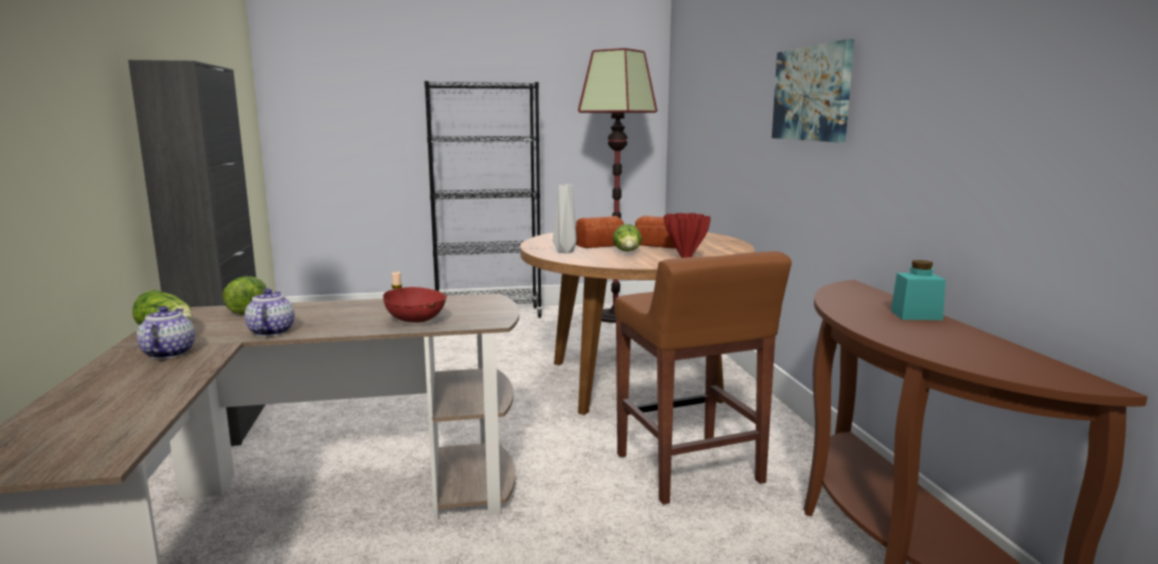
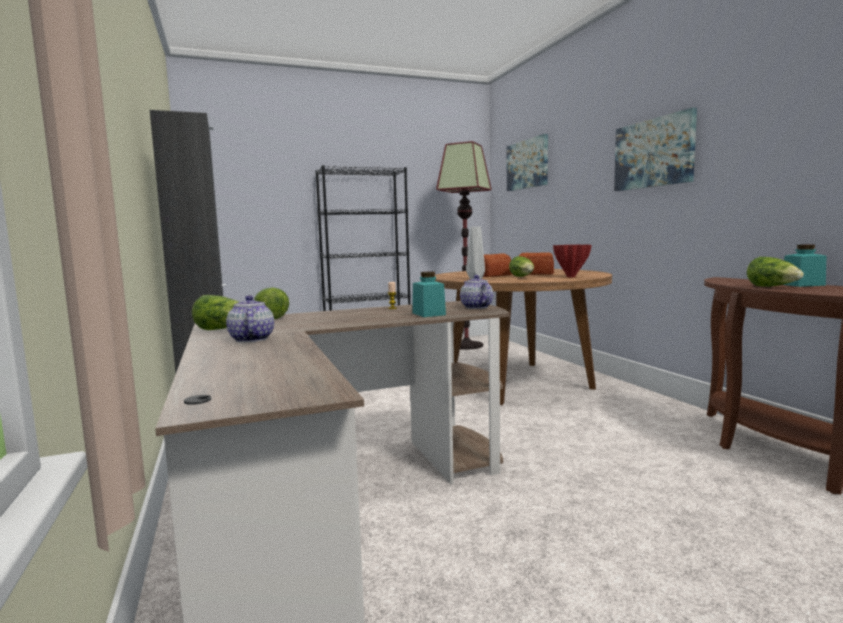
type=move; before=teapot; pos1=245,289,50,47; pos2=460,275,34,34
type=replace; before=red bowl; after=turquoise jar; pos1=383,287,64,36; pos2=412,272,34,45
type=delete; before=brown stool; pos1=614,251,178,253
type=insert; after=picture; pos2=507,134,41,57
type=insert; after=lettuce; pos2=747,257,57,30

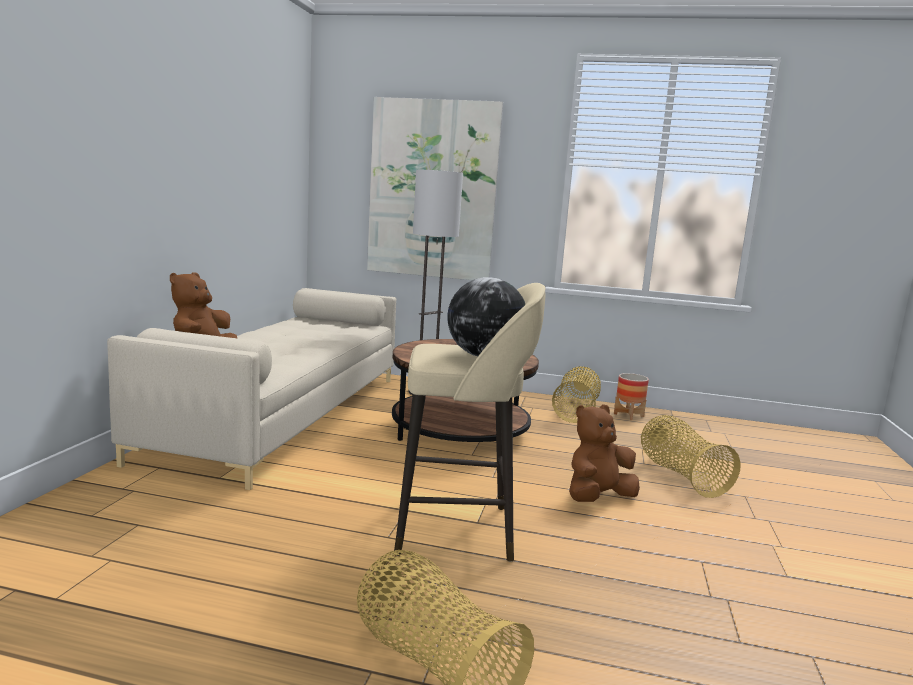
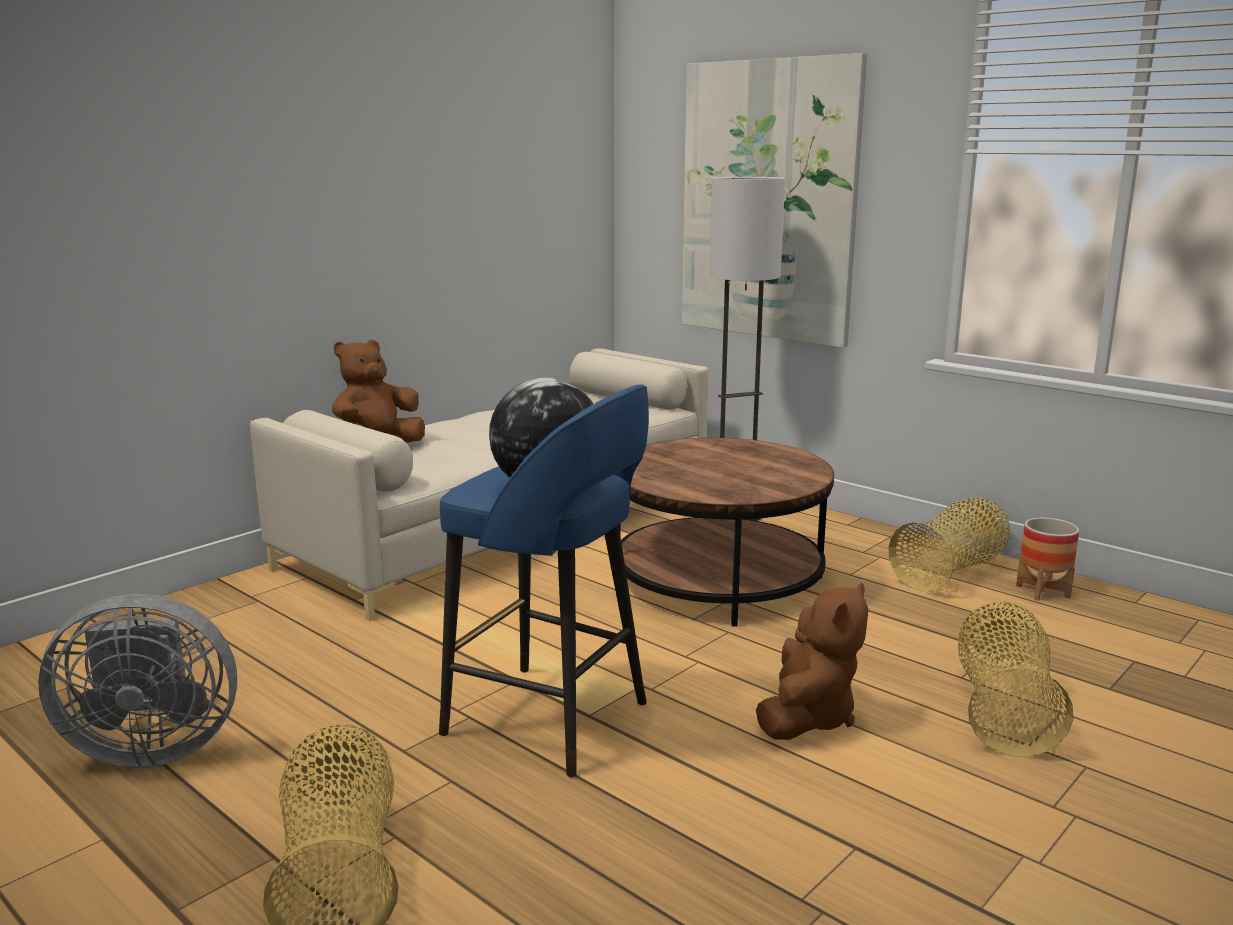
type=recolor; before=beige stool; after=blue stool; pos1=394,283,151,279; pos2=439,384,210,393
type=rotate; before=brown plush toy; pos1=569,404,71,98; pos2=756,583,112,157; turn=120
type=insert; after=grey fan; pos2=38,594,199,174

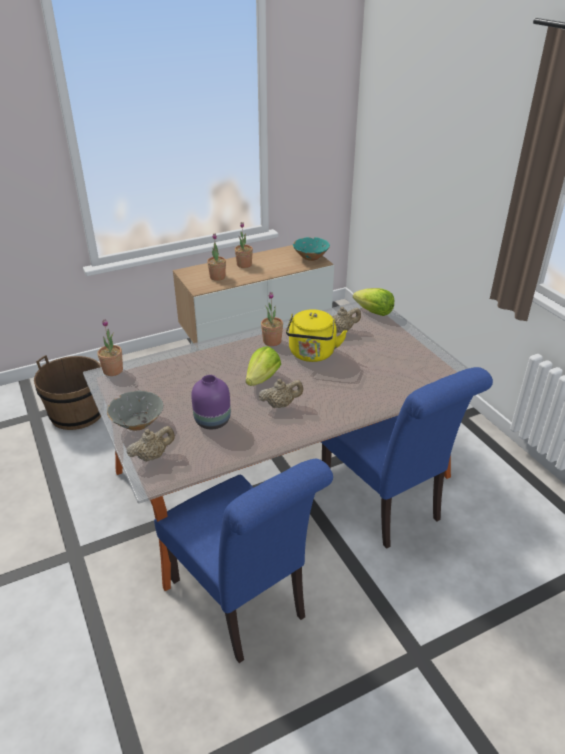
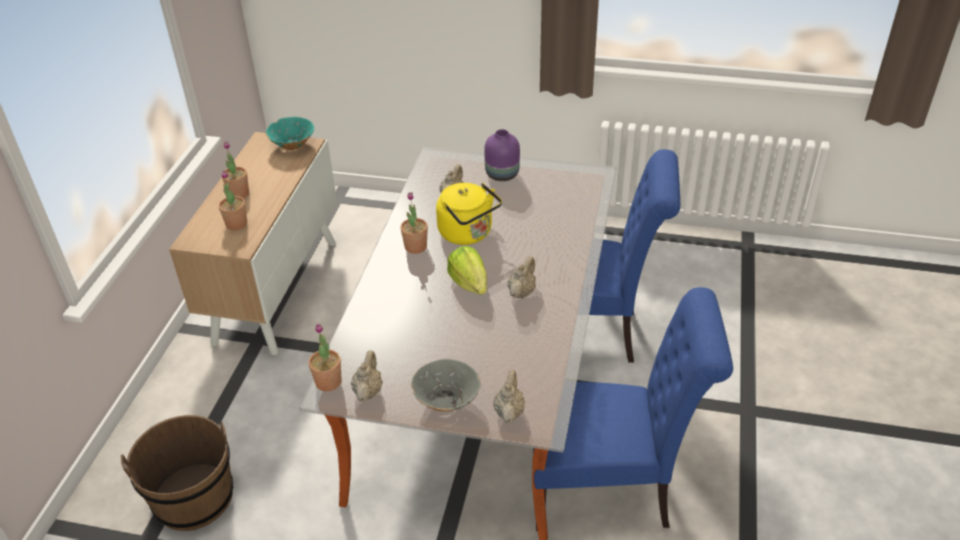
type=move; before=purple vase; pos1=191,375,40,54; pos2=484,129,36,52
type=delete; before=lettuce; pos1=353,288,42,28
type=insert; after=beige teapot; pos2=351,350,32,52

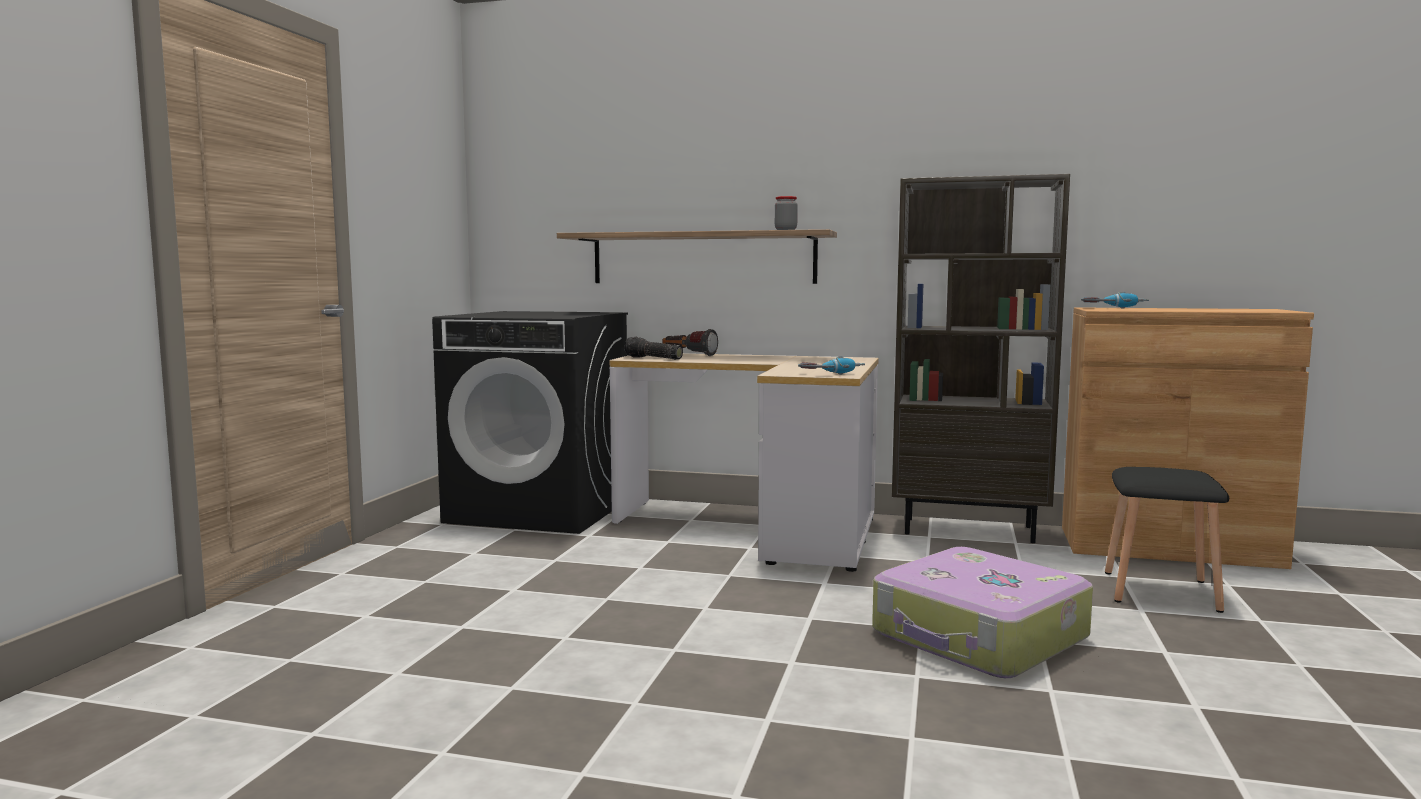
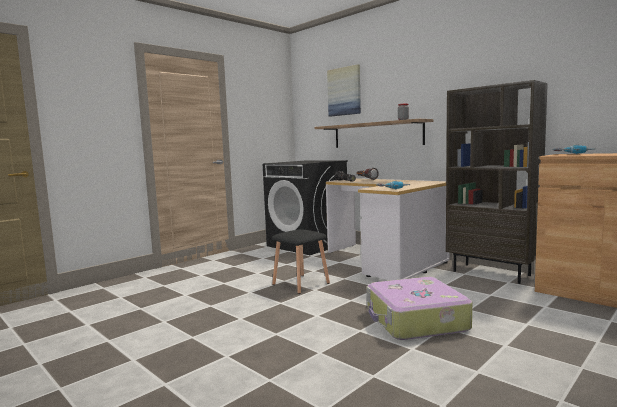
type=move; before=black stool; pos1=1105,467,124,146; pos2=272,229,58,65
type=insert; after=picture; pos2=327,64,34,53

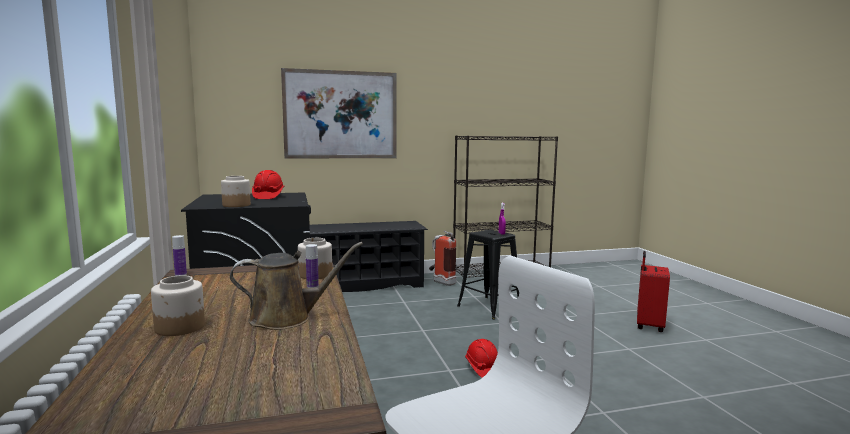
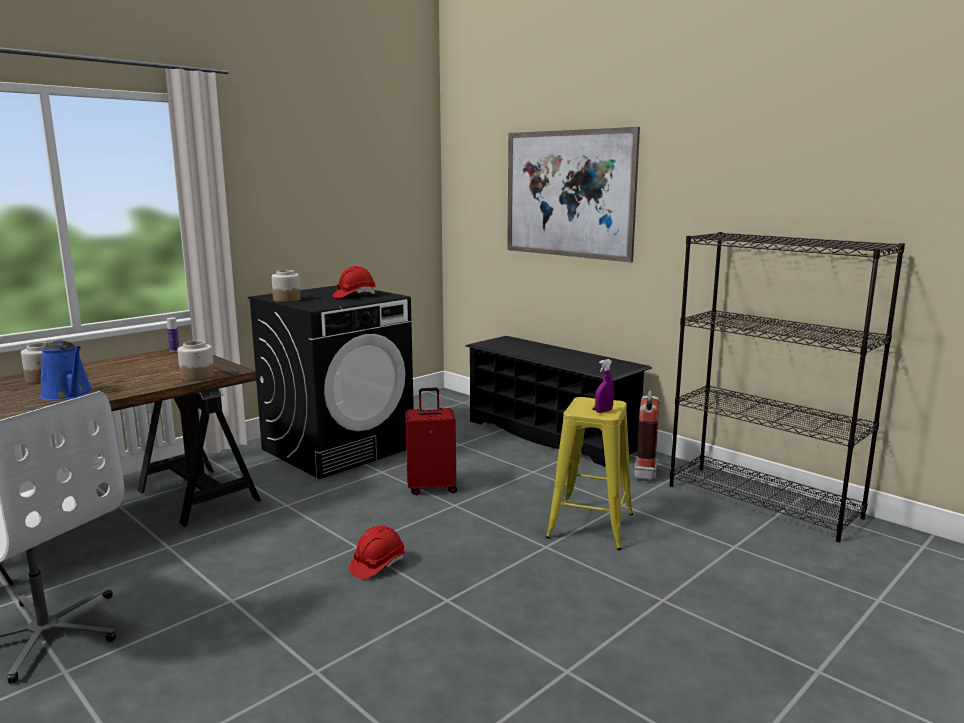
type=recolor; before=brown watering can; after=blue watering can; pos1=230,242,133,88; pos2=40,340,53,60
type=delete; before=bottle; pos1=306,244,13,44
type=recolor; before=black stool; after=yellow stool; pos1=457,230,62,90; pos2=546,397,87,153
type=move; before=red suitcase; pos1=637,251,33,81; pos2=405,388,52,107

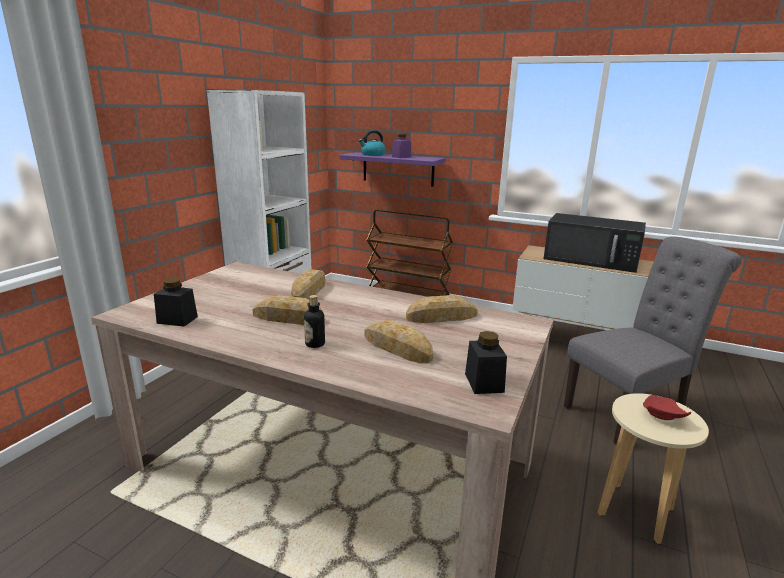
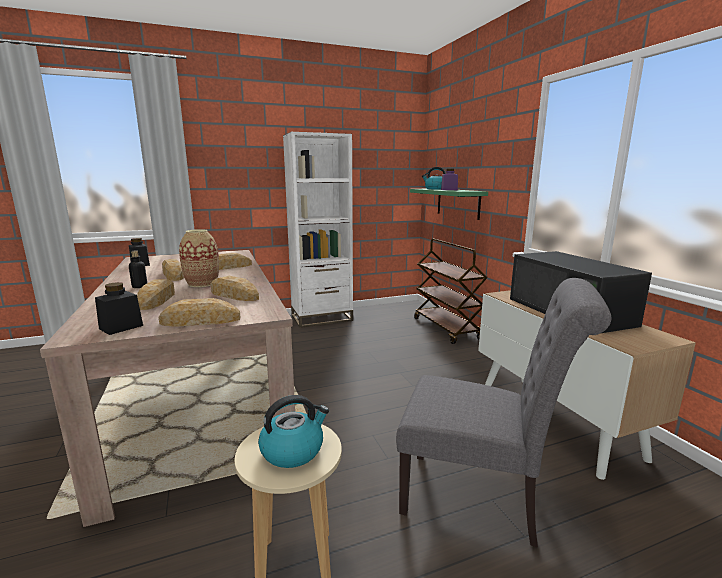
type=recolor; before=purple shelf; after=green shelf; pos1=339,152,106,35; pos2=410,189,78,31
type=replace; before=red plate; after=kettle; pos1=643,395,48,25; pos2=258,395,71,73
type=insert; after=bread; pos2=159,298,82,29
type=insert; after=vase; pos2=179,229,40,58

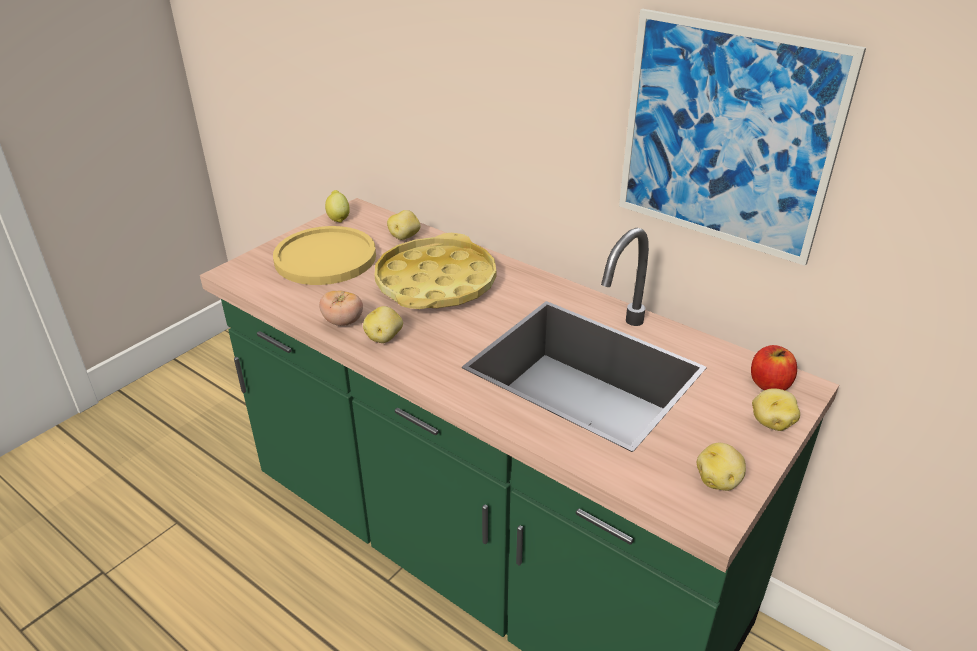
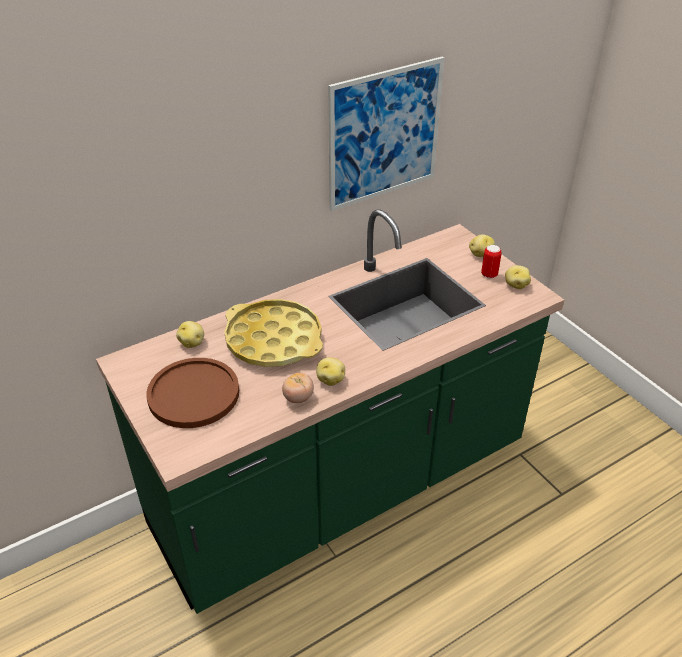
type=recolor; before=yellow plate; after=brown plate; pos1=273,226,103,59; pos2=146,358,93,70
type=delete; before=lemon; pos1=325,190,25,33
type=delete; before=apple; pos1=751,345,46,45
type=insert; after=can; pos2=481,245,21,33

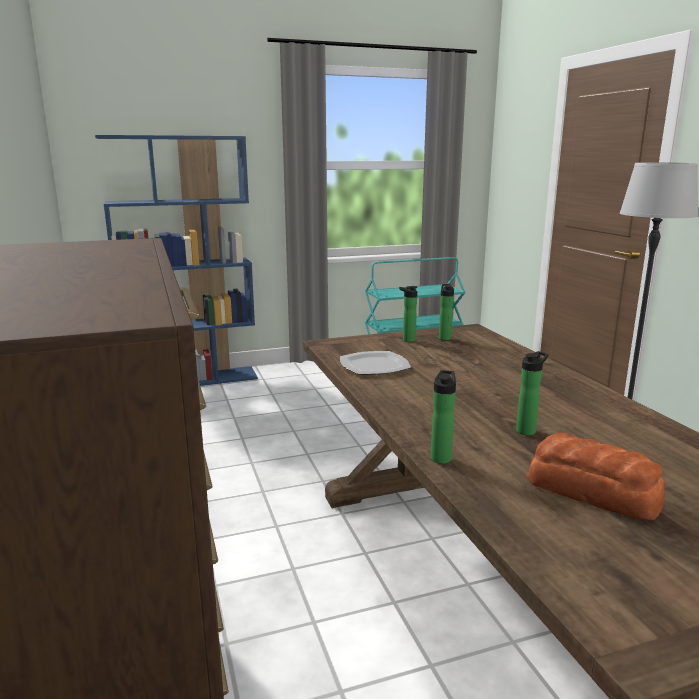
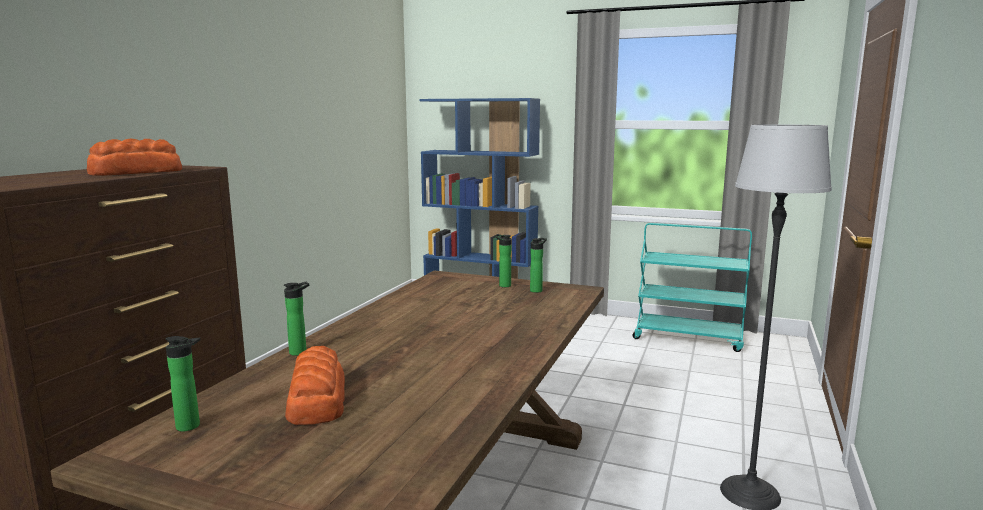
type=delete; before=plate; pos1=340,351,71,24
type=move; before=bottle; pos1=516,351,33,84; pos2=165,336,35,95
type=insert; after=bread; pos2=87,138,95,38

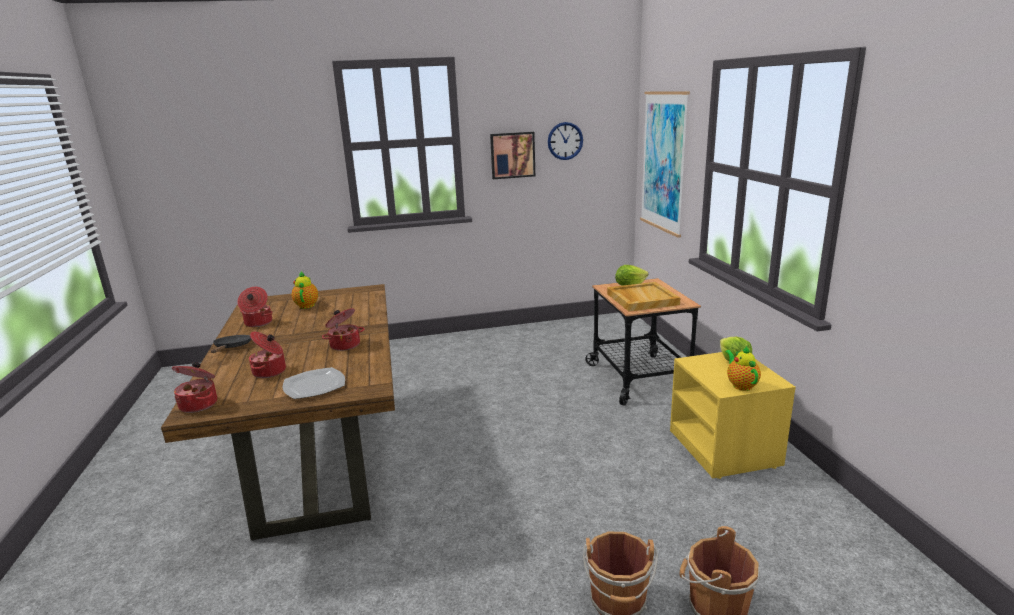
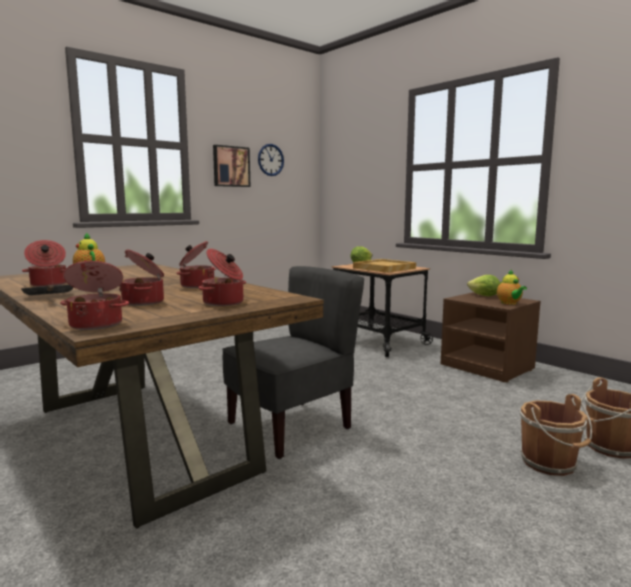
type=replace; before=plate; after=cooking pot; pos1=283,367,62,32; pos2=198,249,48,57
type=delete; before=picture; pos1=640,91,50,147
type=recolor; before=yellow nightstand; after=brown nightstand; pos1=670,352,126,127; pos2=441,292,100,90
type=rotate; before=teapot; pos1=725,346,36,45; pos2=497,269,30,36; turn=-150
type=insert; after=grey chair; pos2=222,266,142,193

